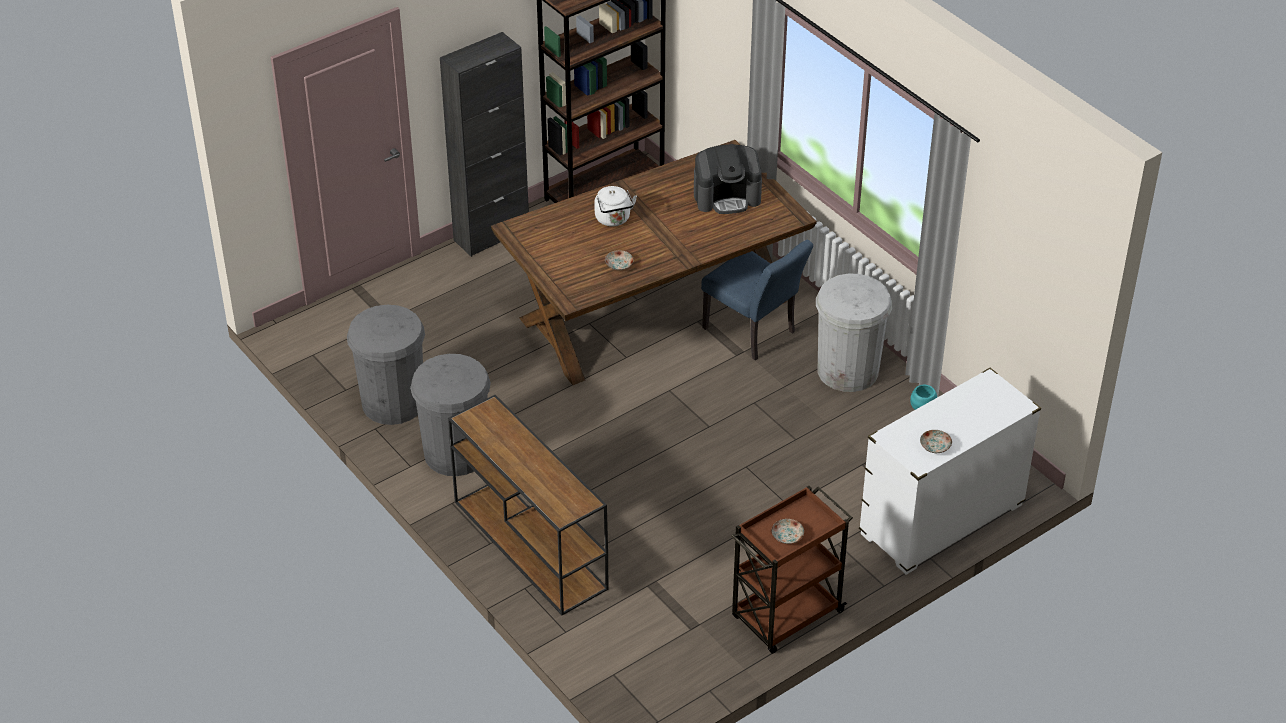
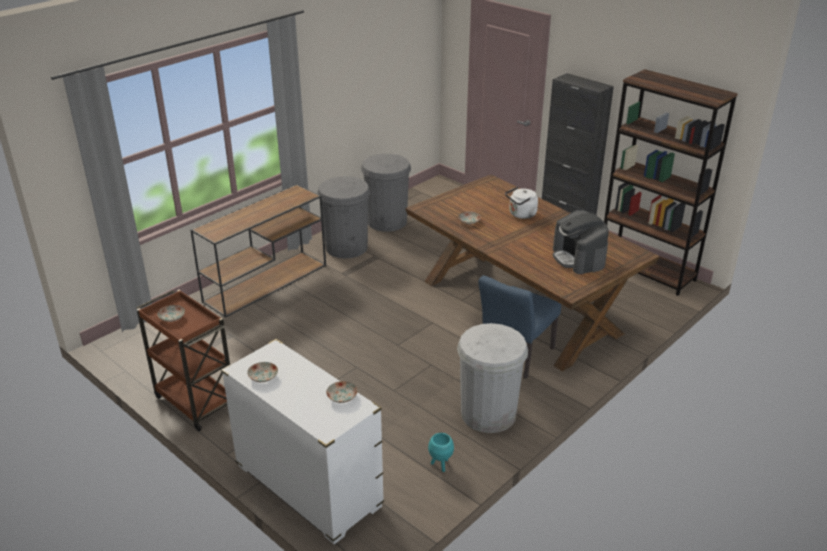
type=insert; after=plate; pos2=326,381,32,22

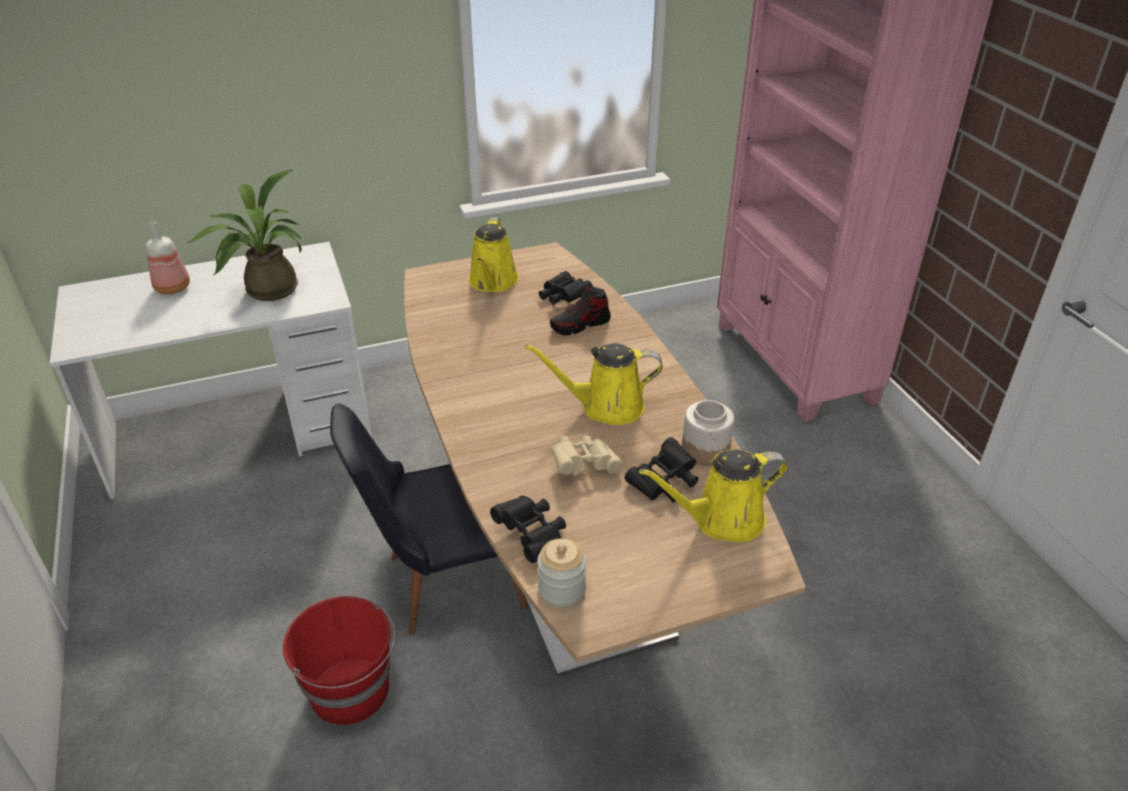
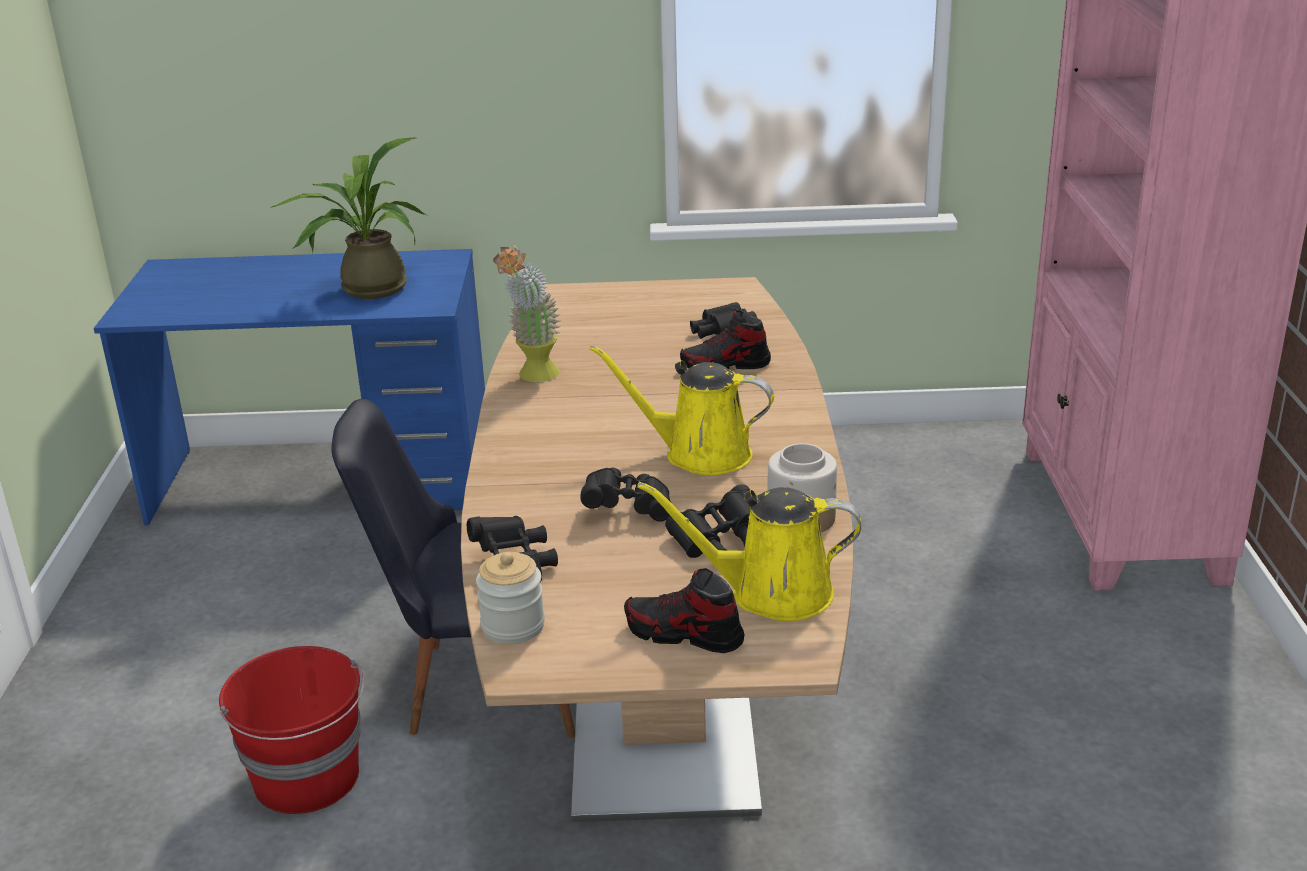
type=recolor; before=white desk; after=blue desk; pos1=50,242,323,257; pos2=94,249,391,276
type=delete; before=bottle; pos1=146,221,44,73
type=delete; before=yellow watering can; pos1=468,217,51,75
type=recolor; before=beige binoculars; after=black binoculars; pos1=551,435,72,40; pos2=580,468,91,54
type=insert; after=potted plant; pos2=493,245,68,137
type=insert; after=shoe; pos2=624,568,120,85

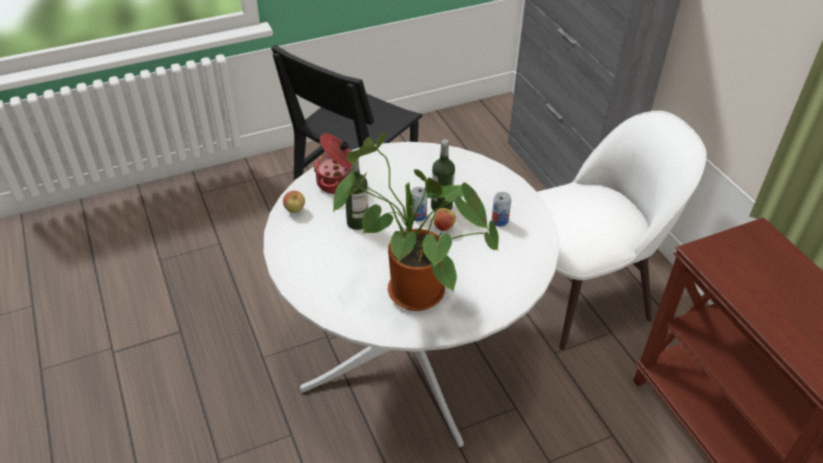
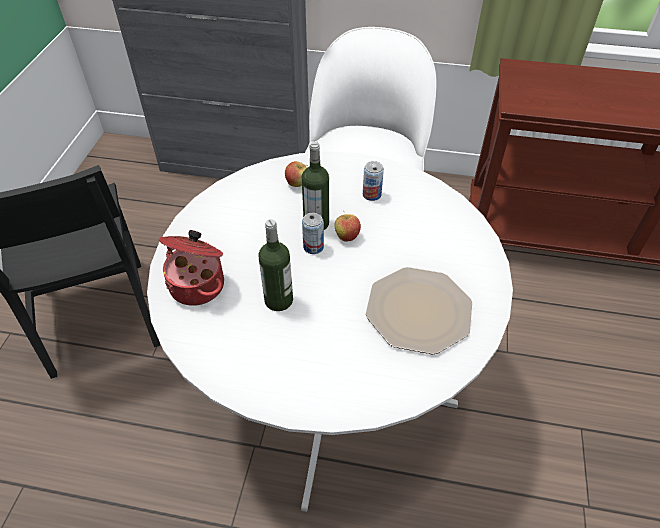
type=move; before=apple; pos1=283,191,22,22; pos2=285,161,22,26
type=replace; before=potted plant; after=plate; pos1=333,133,166,178; pos2=366,267,106,88

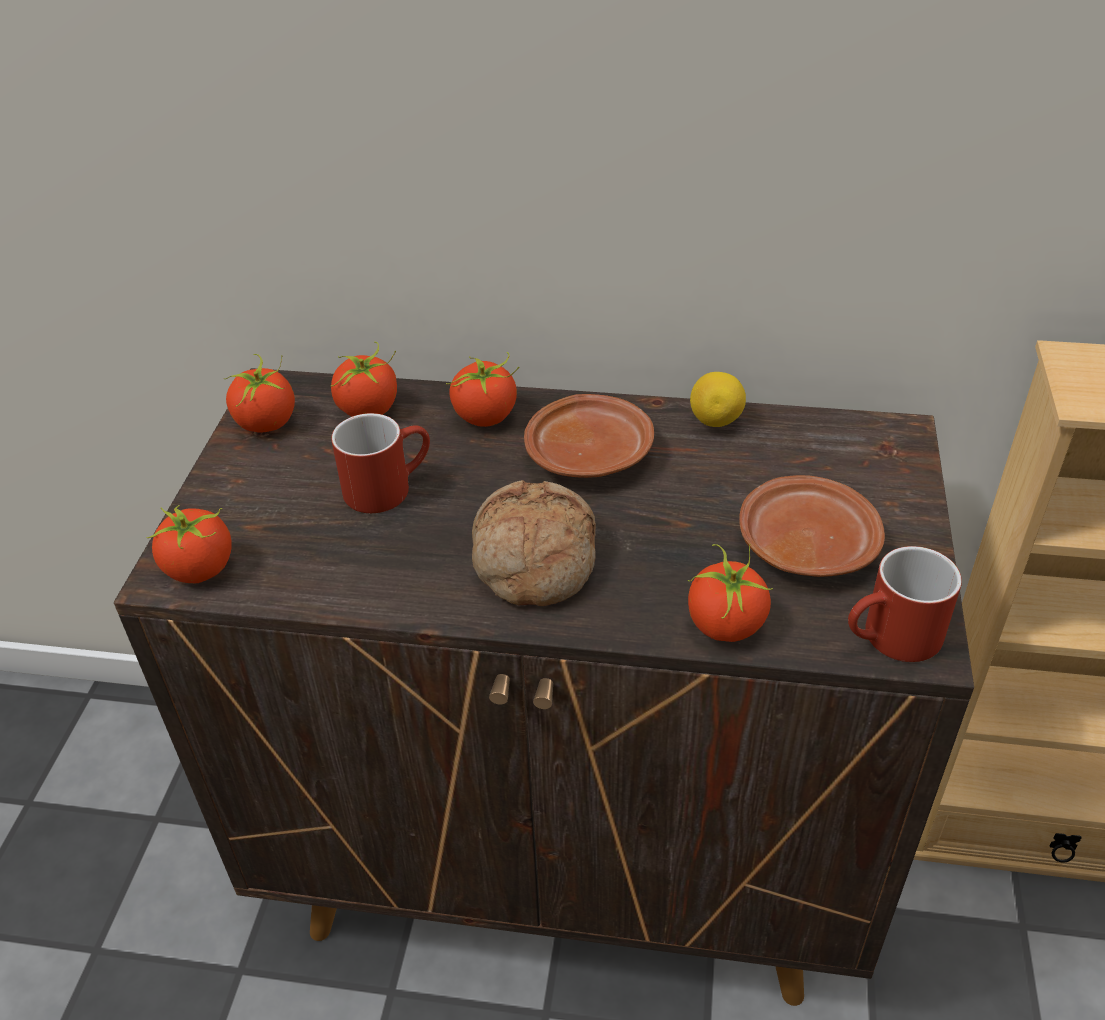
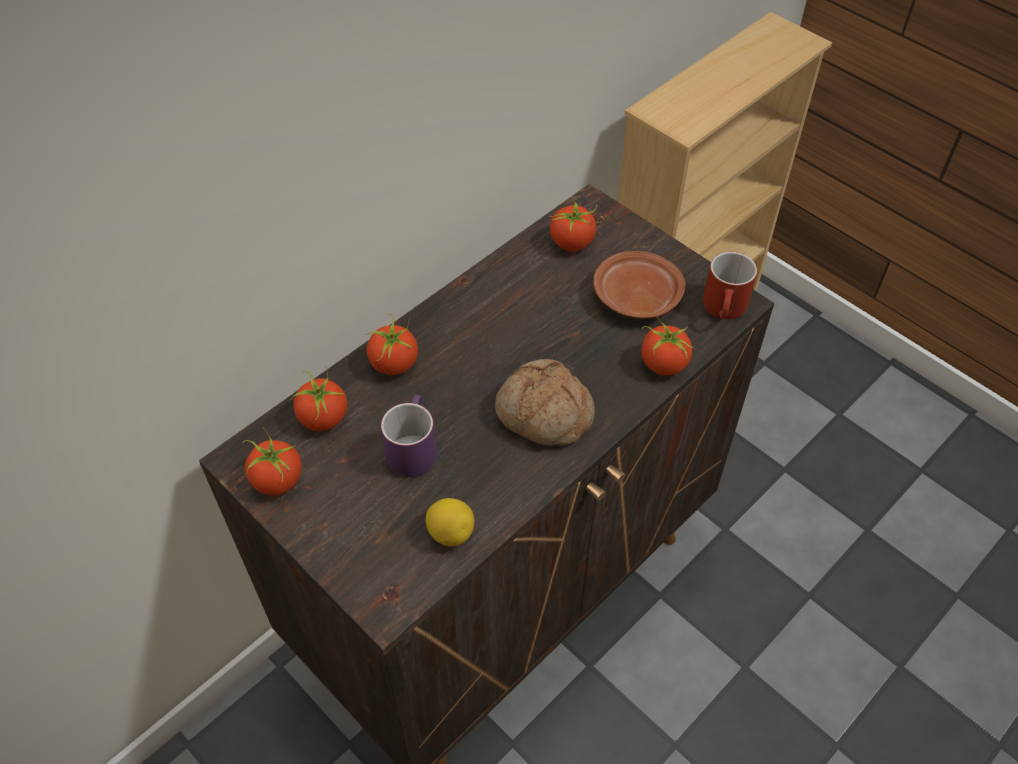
type=move; before=tomato; pos1=146,505,86,78; pos2=549,200,50,51
type=recolor; before=red mug; after=purple mug; pos1=331,413,99,100; pos2=381,395,56,82
type=delete; before=brown plate; pos1=524,394,130,84
type=move; before=lemon; pos1=690,372,56,55; pos2=425,498,49,48

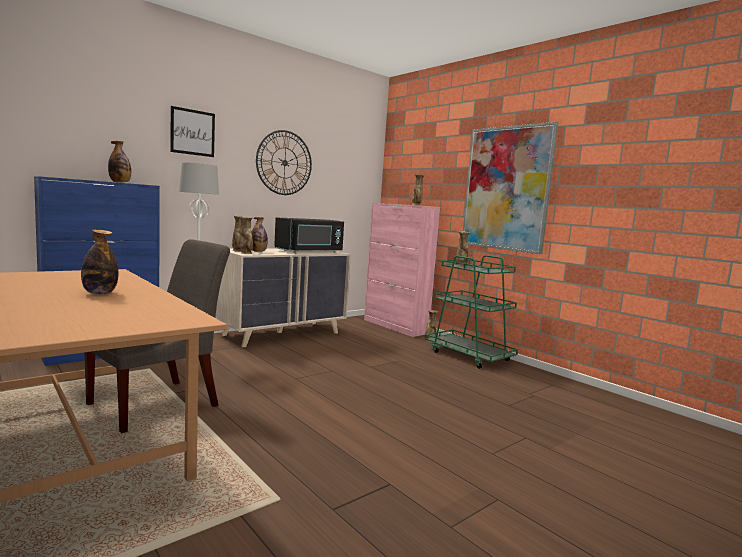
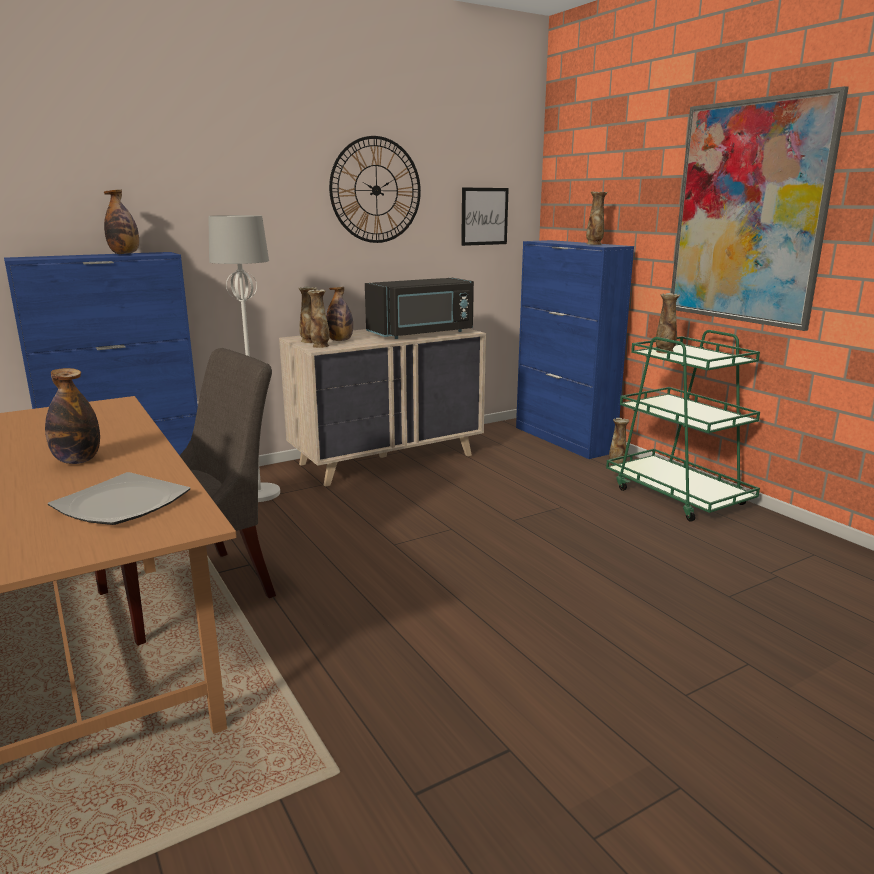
type=move; before=picture; pos1=170,106,45,51; pos2=461,188,48,58
type=recolor; before=pink cabinet; after=blue cabinet; pos1=364,203,76,134; pos2=516,240,118,219
type=insert; after=plate; pos2=48,472,142,53

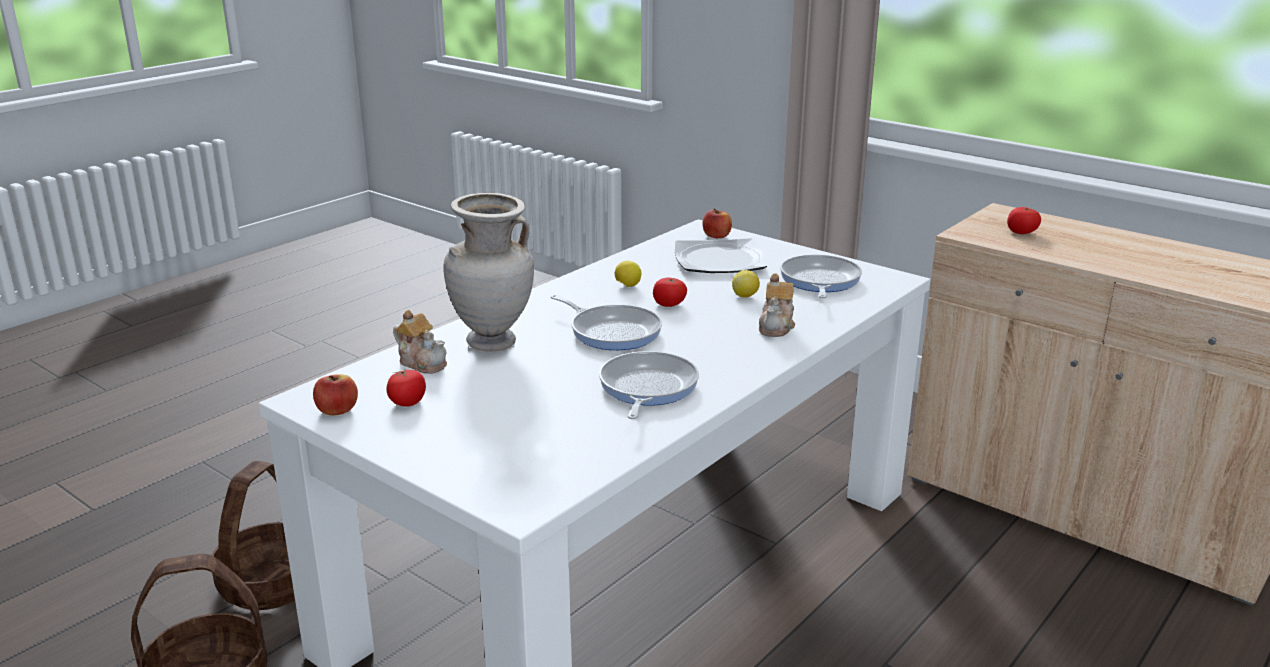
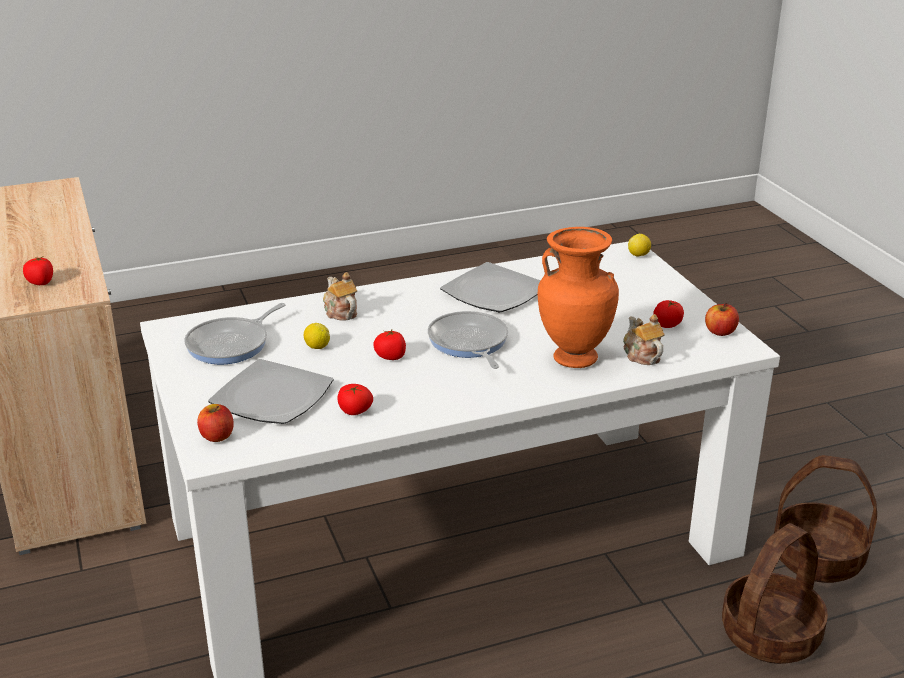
type=recolor; before=beige vase; after=orange vase; pos1=444,193,90,158; pos2=538,227,81,141
type=replace; before=frying pan; after=plate; pos1=599,351,100,68; pos2=440,262,101,50
type=move; before=lemon; pos1=615,261,26,26; pos2=628,234,23,23
type=rotate; before=teapot; pos1=759,274,36,63; pos2=323,272,34,49; turn=-75
type=insert; after=tomato; pos2=337,384,36,31

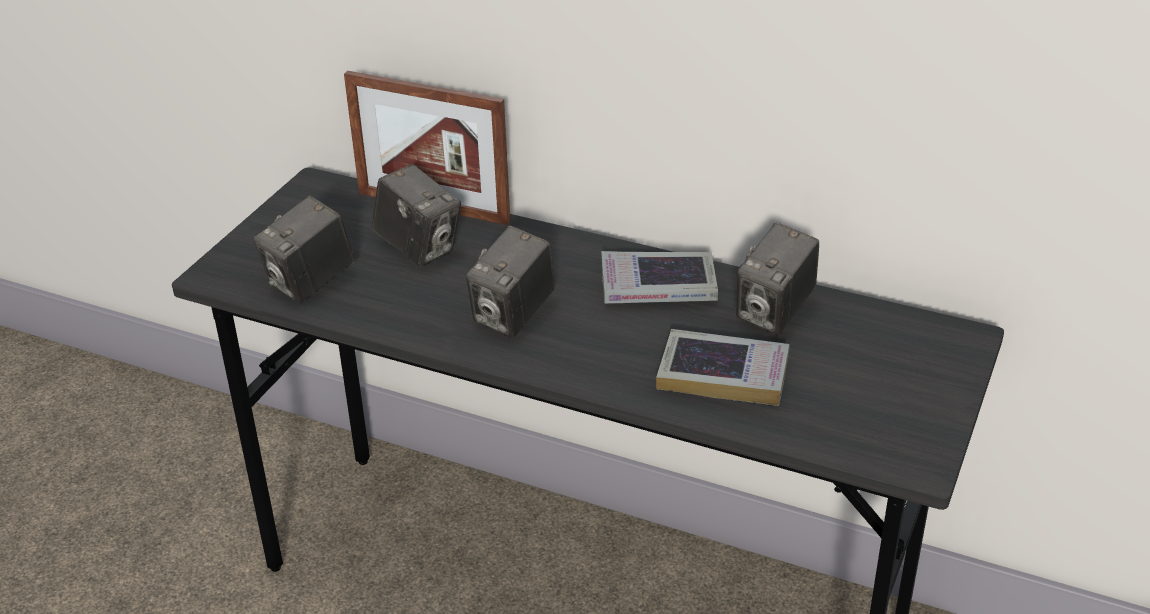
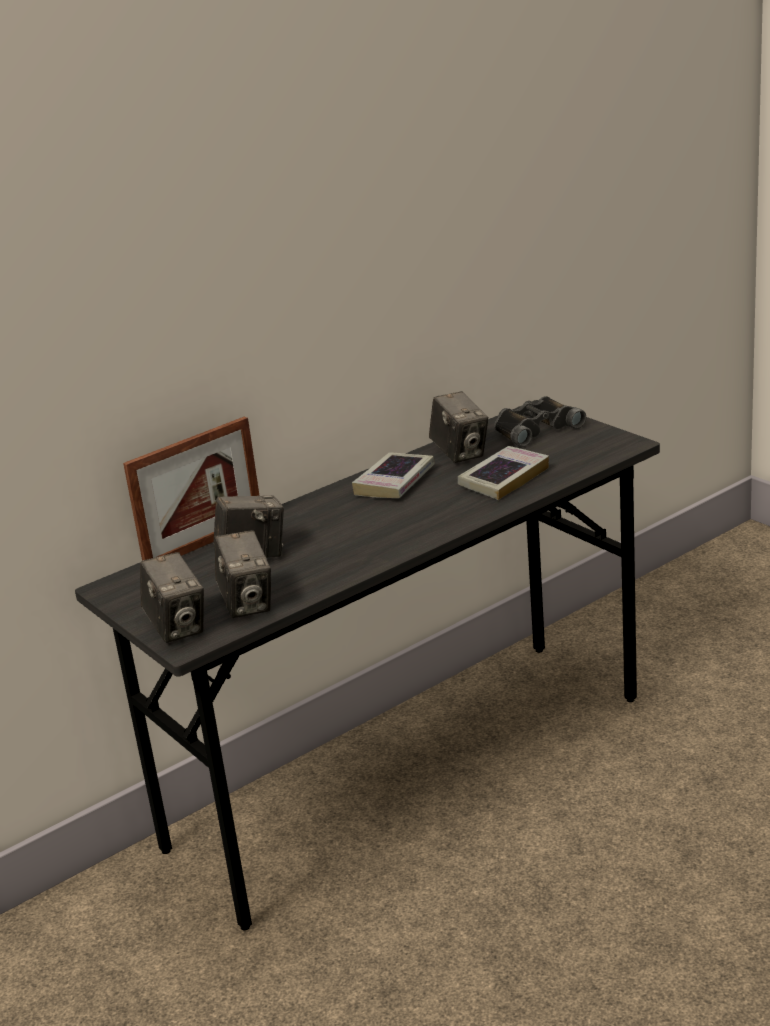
type=move; before=photo camera; pos1=466,226,89,112; pos2=140,552,64,91
type=insert; after=black binoculars; pos2=494,396,92,51

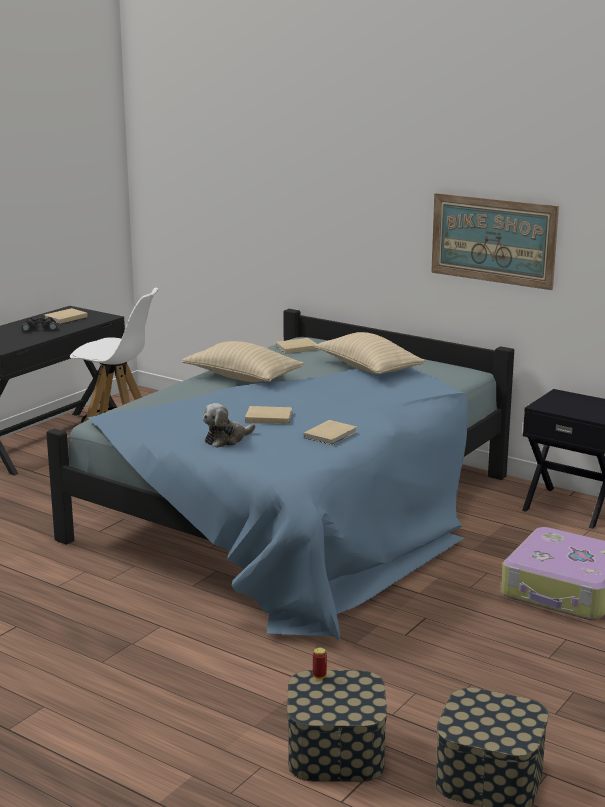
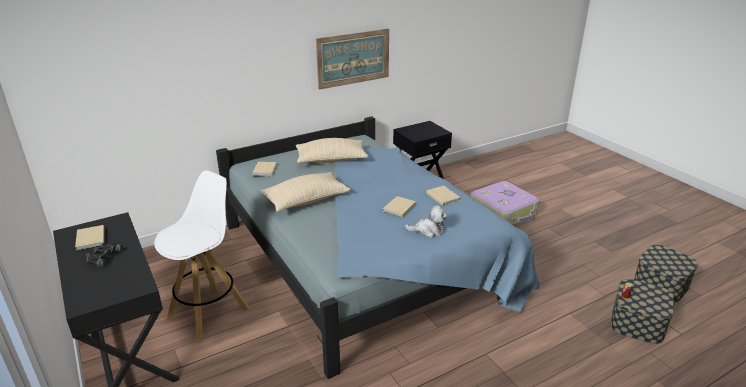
type=rotate; before=plush toy; pos1=203,403,52,45; pos2=405,205,43,33; turn=-75

